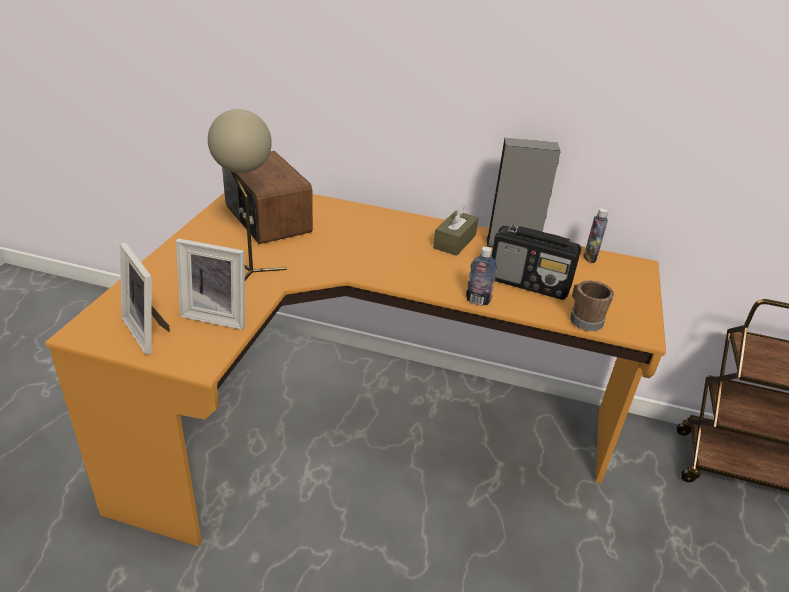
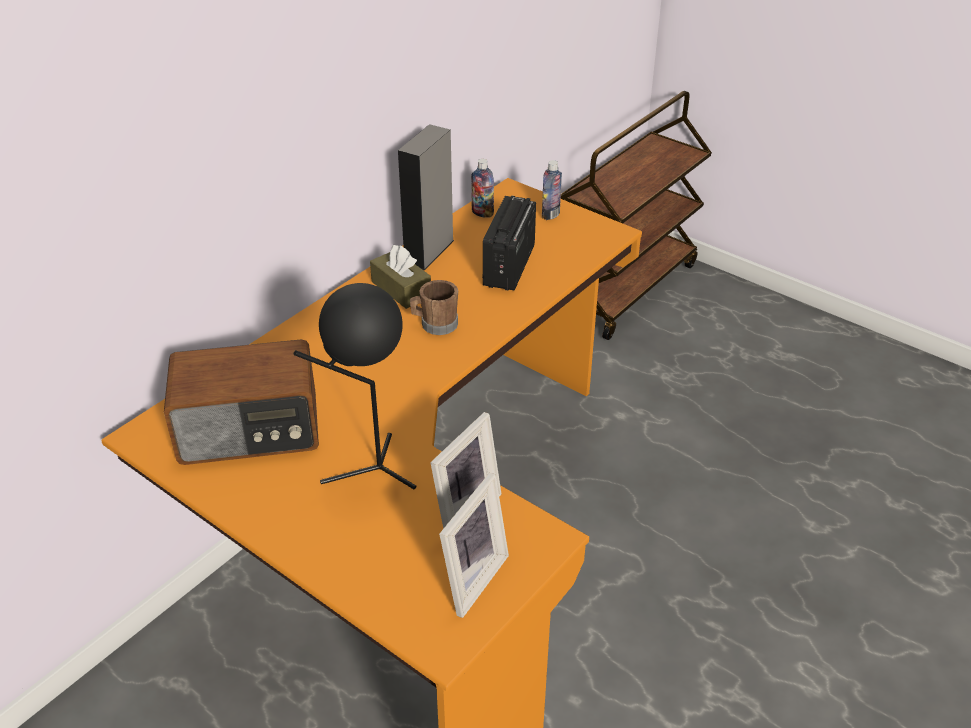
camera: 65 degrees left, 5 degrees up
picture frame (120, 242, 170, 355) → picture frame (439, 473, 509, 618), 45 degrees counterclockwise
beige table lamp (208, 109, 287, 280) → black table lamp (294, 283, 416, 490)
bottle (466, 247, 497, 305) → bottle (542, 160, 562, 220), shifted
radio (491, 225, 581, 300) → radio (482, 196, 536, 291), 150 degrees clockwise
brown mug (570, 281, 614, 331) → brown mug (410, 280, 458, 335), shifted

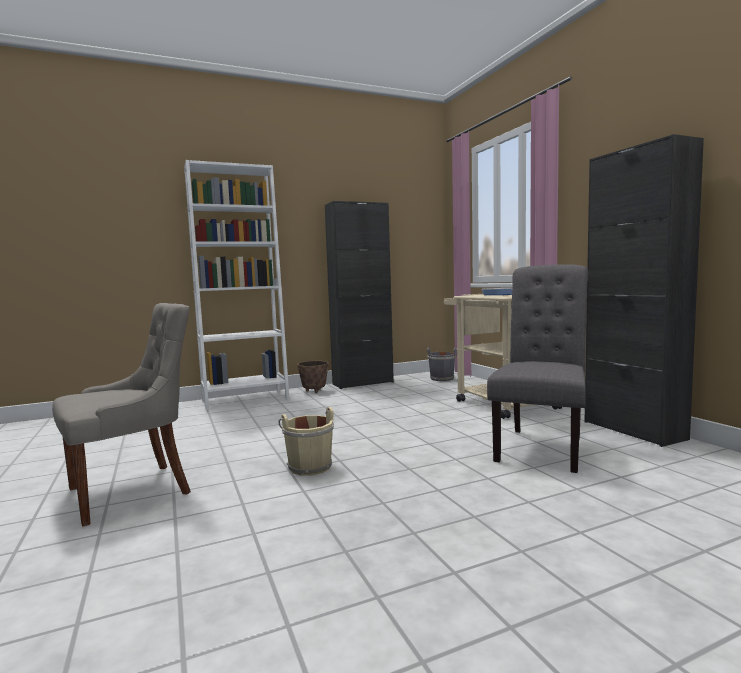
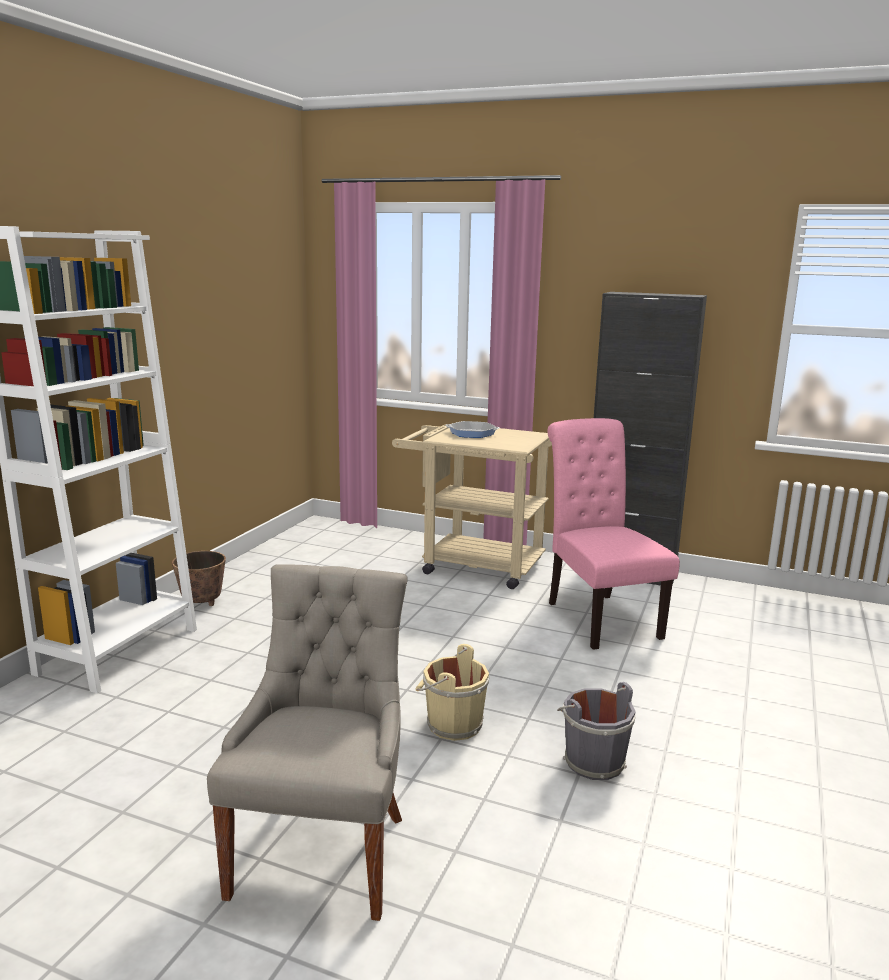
camera: 45 degrees left, 10 degrees up
black cabinet (325, 201, 394, 389) → -
grey bucket (427, 347, 457, 381) → grey bucket (557, 682, 636, 780), shifted
grey chair (487, 264, 588, 473) → pink chair (547, 418, 680, 650)

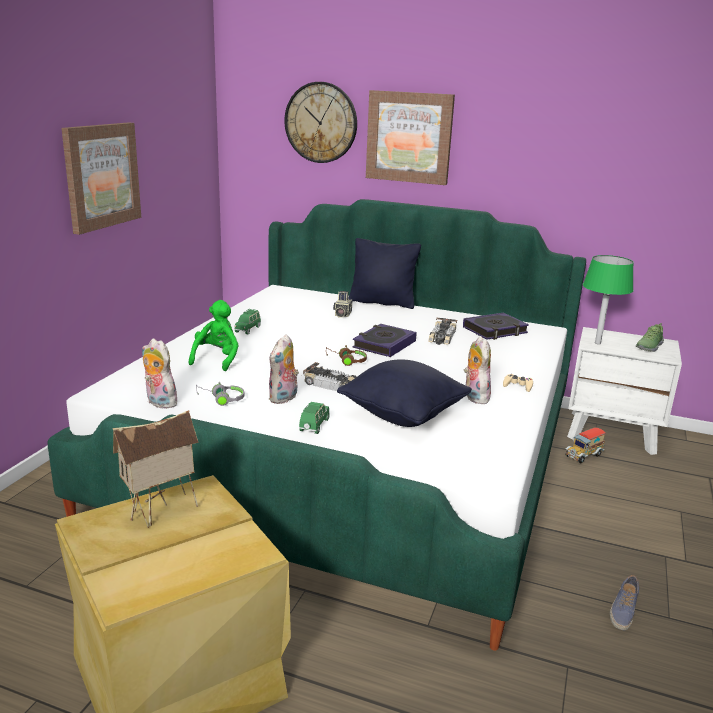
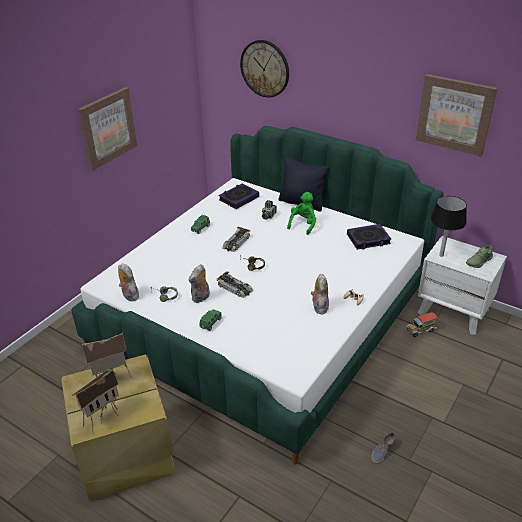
camera: 15 degrees right, 15 degrees up
green plush toy (189, 300, 239, 371) → green plush toy (287, 192, 316, 235), shifted
black pillow (337, 359, 472, 427) → -
book (353, 324, 416, 357) → book (219, 184, 259, 209), shifted
picture (366, 90, 455, 185) → picture (416, 74, 497, 156), shifted
toy car (428, 318, 457, 345) → toy car (222, 227, 250, 252), shifted
green table lamp (583, 255, 634, 344) → black table lamp (430, 196, 467, 257)
- → toy house (72, 369, 119, 431)

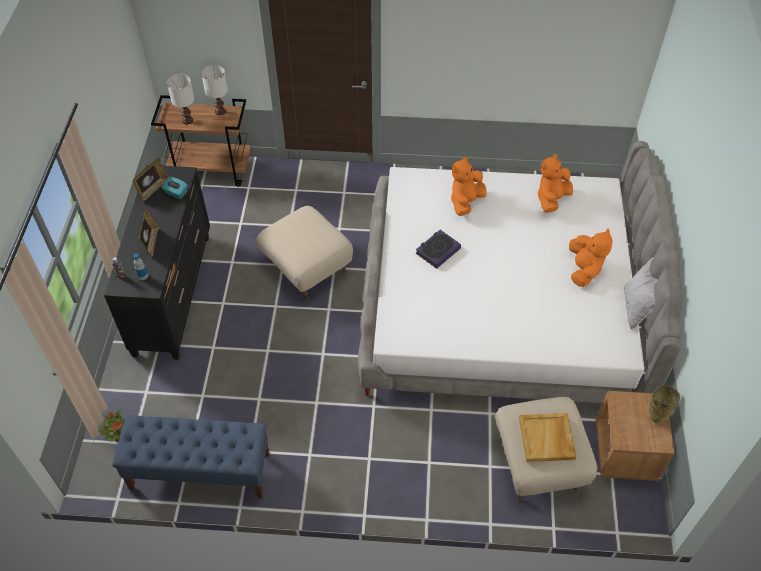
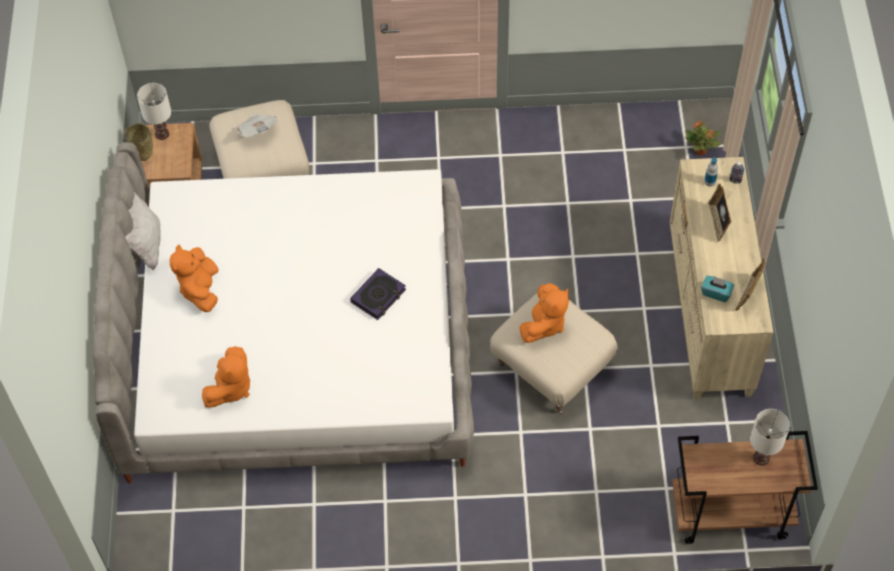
camera: 175 degrees right, 5 degrees up
black dresser (104, 165, 210, 360) → beige dresser (670, 157, 773, 399)
blue bench (112, 415, 270, 499) → -
white table lamp (201, 65, 228, 115) → white table lamp (137, 83, 171, 140), shifted
orange plush toy (451, 157, 487, 216) → orange plush toy (520, 283, 569, 343), shifted
beige tray (519, 413, 576, 462) → newspaper (236, 113, 277, 137)

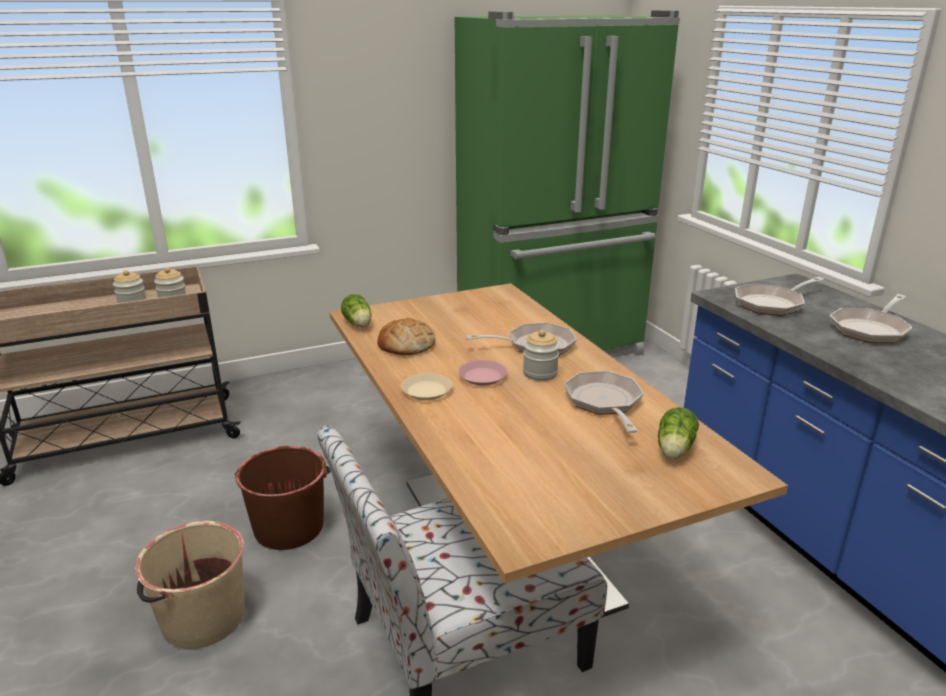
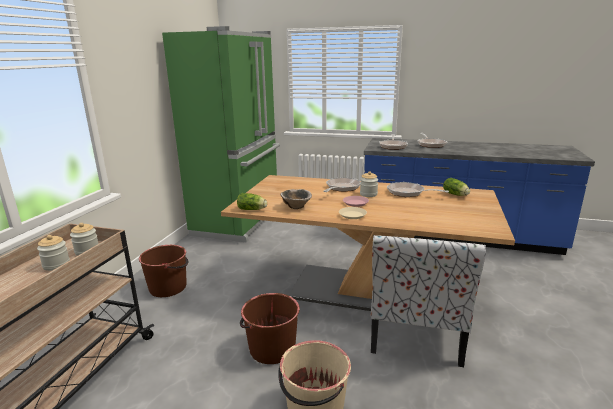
camera: 50 degrees left, 5 degrees down
bread (377, 318, 436, 355) → bowl (280, 189, 312, 209)
- → brown bucket (139, 245, 189, 297)

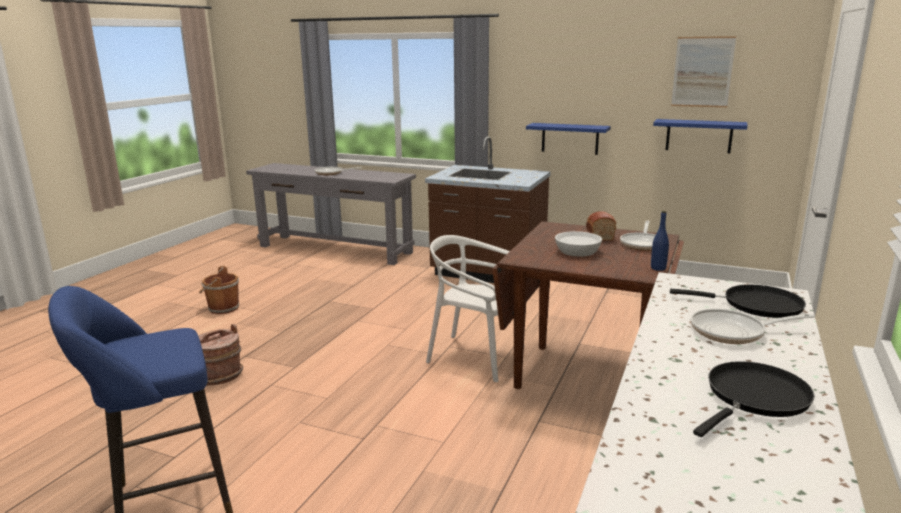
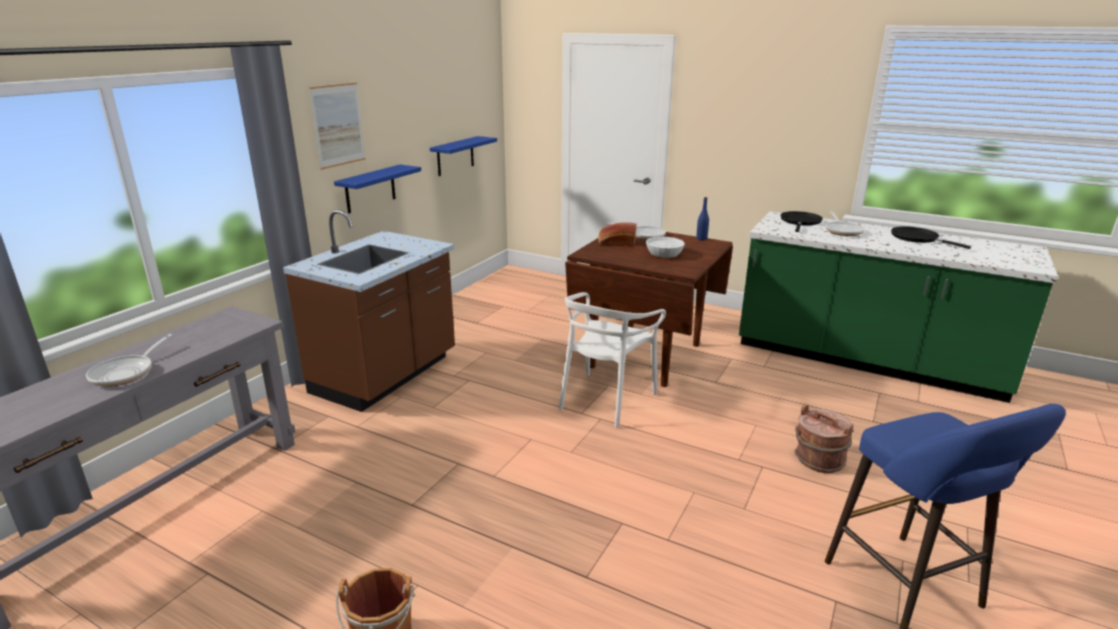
camera: 85 degrees left, 5 degrees up
brown bucket (198, 324, 243, 385) → brown bucket (794, 404, 854, 473), shifted
picture (671, 36, 736, 107) → picture (309, 82, 366, 170), shifted

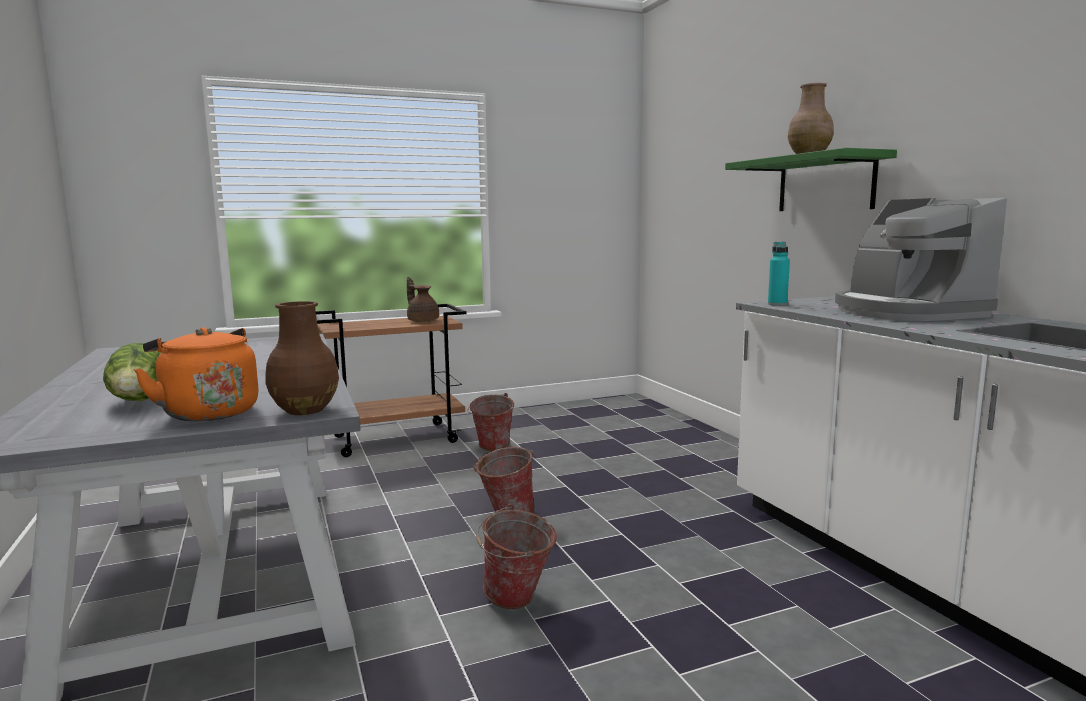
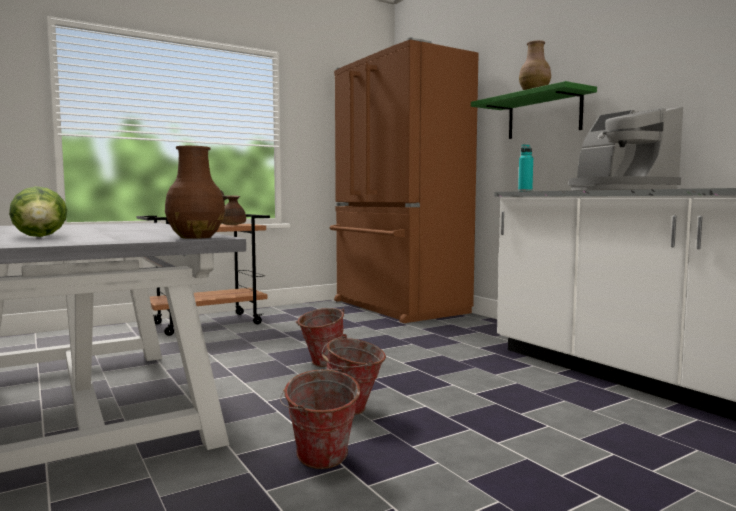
camera: 10 degrees left, 5 degrees down
orange kettle (134, 327, 259, 421) → -
bucket (467, 393, 514, 451) → bucket (280, 366, 360, 469), shifted
- → brown fridge (330, 37, 479, 323)

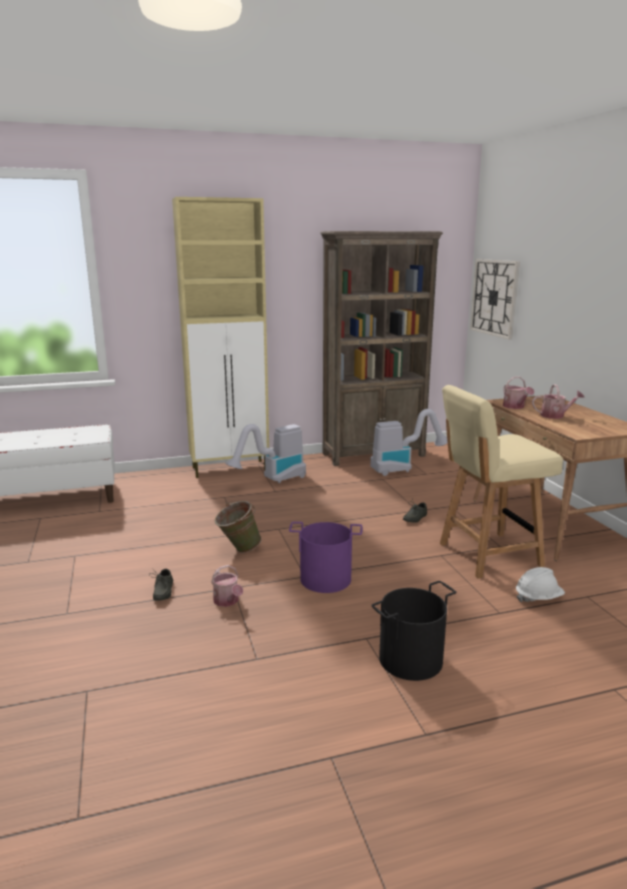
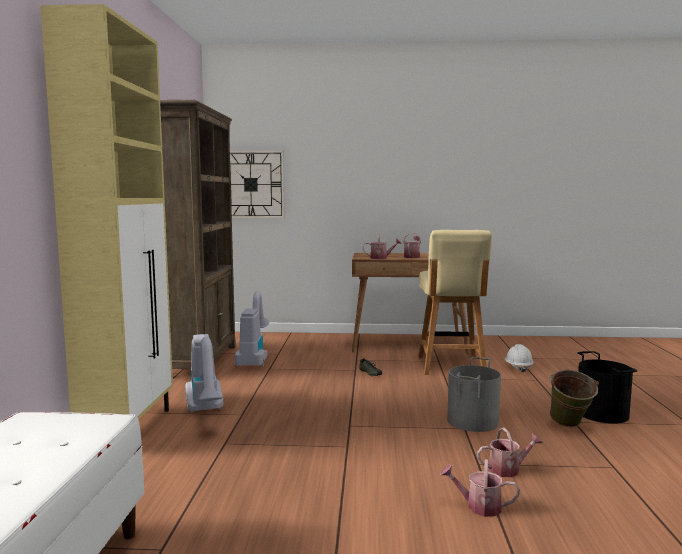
camera: 70 degrees left, 10 degrees down
grey shoe (149, 568, 173, 601) → watering can (440, 459, 520, 517)
green bucket (215, 501, 262, 553) → green bucket (549, 370, 599, 427), shifted
purple bucket (289, 522, 363, 593) → grey bucket (447, 357, 501, 432)

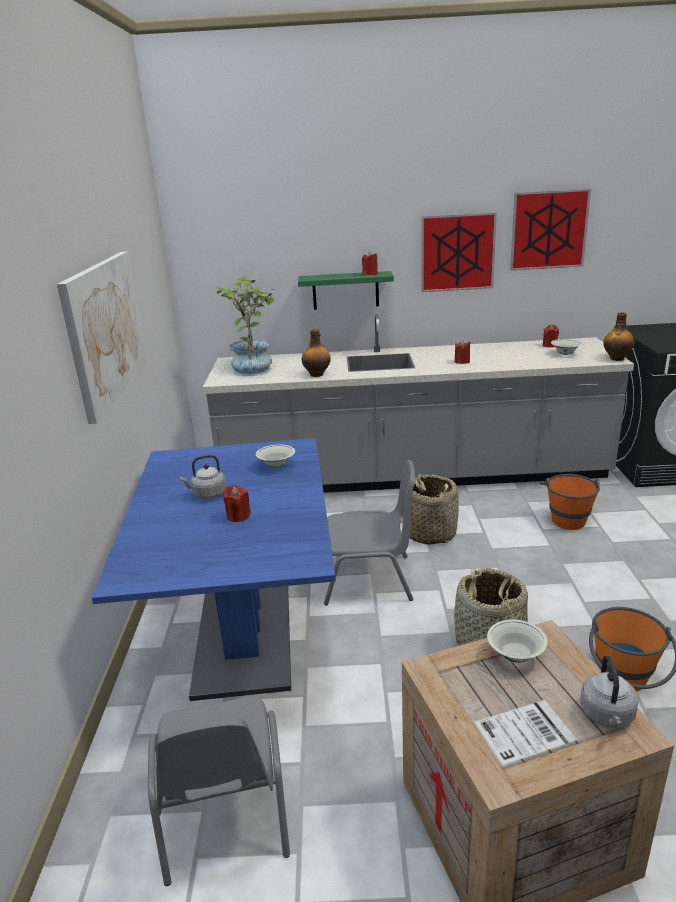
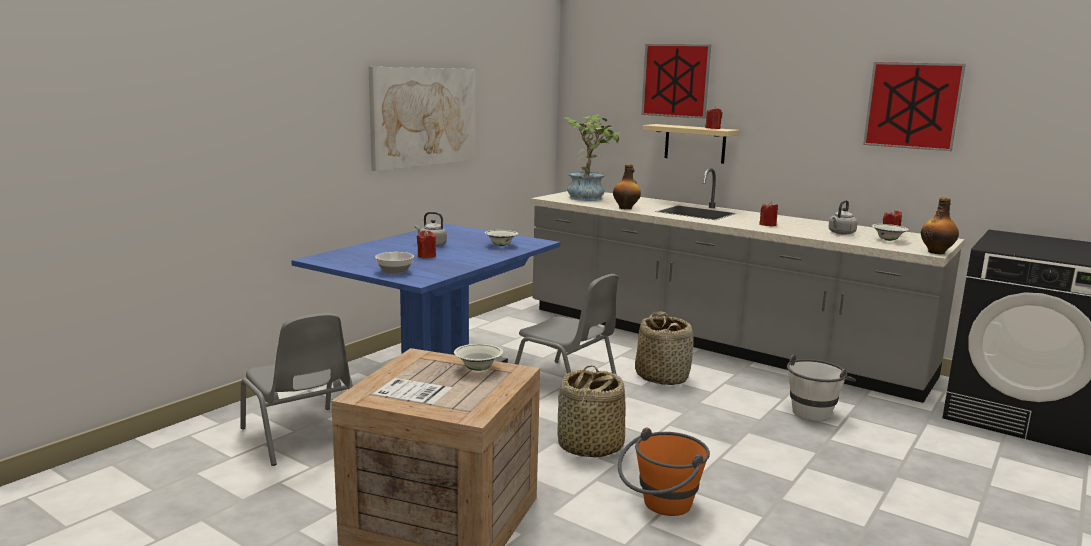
camera: 35 degrees right, 10 degrees down
grey chair (148, 696, 290, 886) → grey chair (240, 313, 353, 466), 60 degrees counterclockwise
green shelf (298, 271, 394, 310) → beige shelf (643, 124, 739, 164)
picture (421, 212, 497, 292) → picture (641, 44, 711, 119), shifted
orange bucket (540, 474, 600, 530) → white bucket (787, 355, 856, 421)
grey kettle (580, 655, 639, 728) → grey kettle (828, 200, 858, 235), shifted
- → bowl (375, 252, 414, 274)

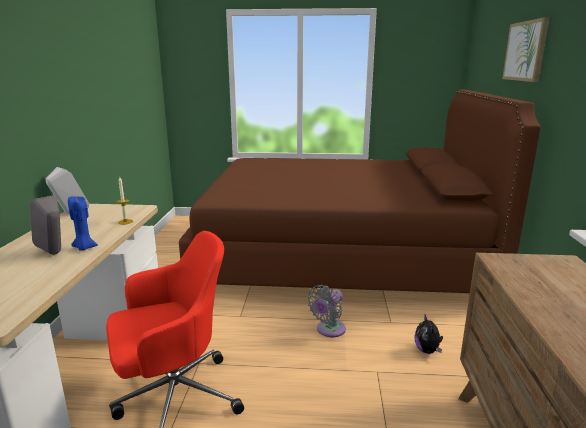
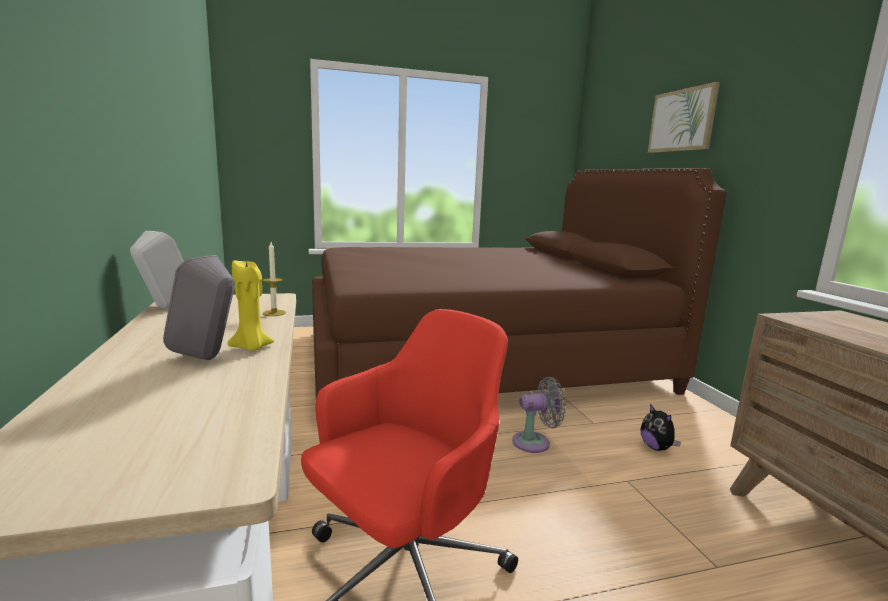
camera: 20 degrees left, 5 degrees down
blue candle (68, 196, 98, 251) → yellow candle (228, 258, 274, 351)
grey fan (307, 285, 346, 337) → grey fan (512, 377, 566, 453), 120 degrees counterclockwise

